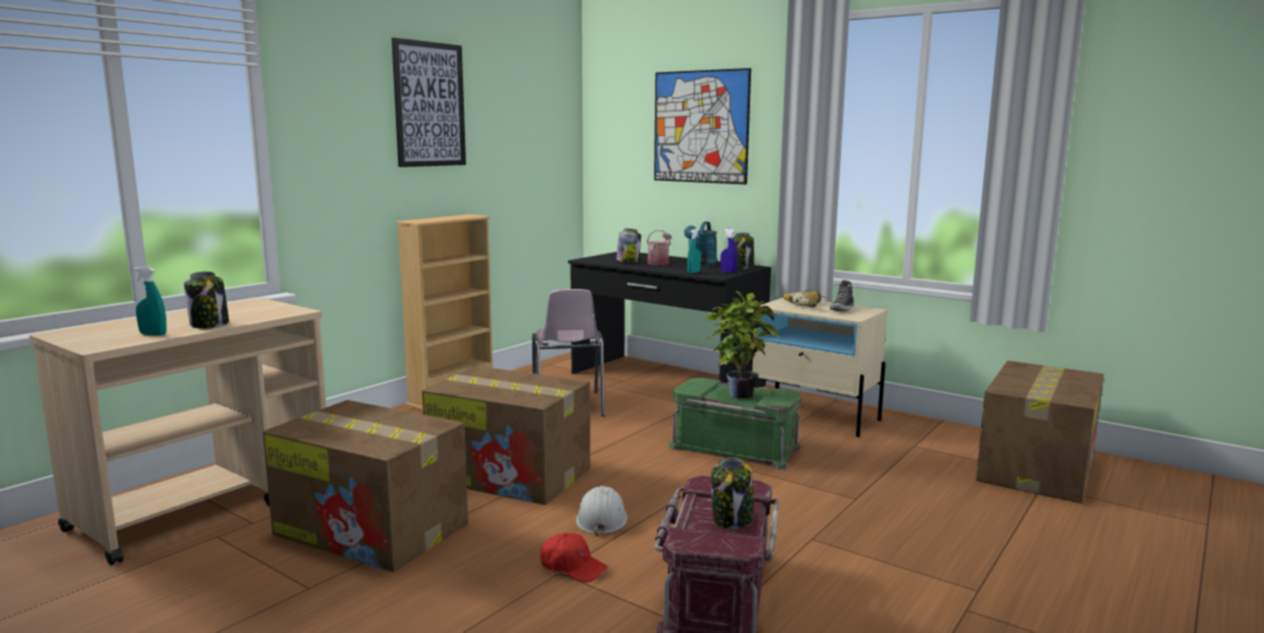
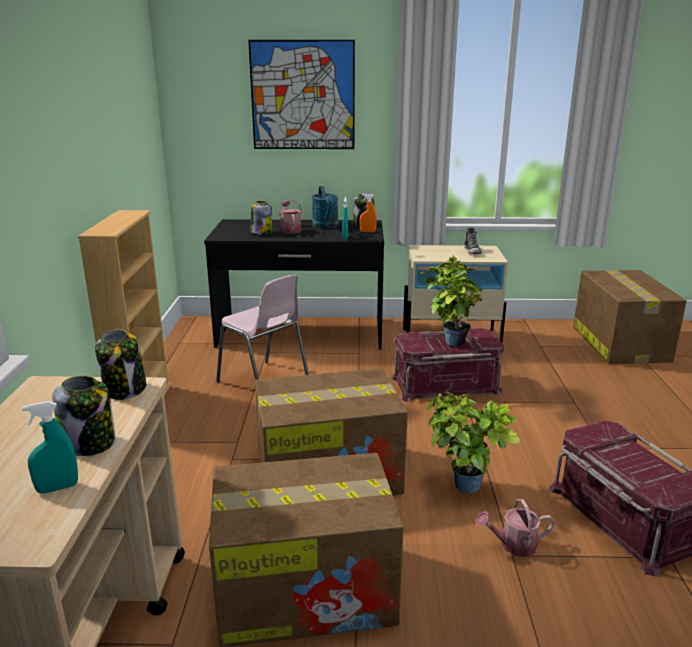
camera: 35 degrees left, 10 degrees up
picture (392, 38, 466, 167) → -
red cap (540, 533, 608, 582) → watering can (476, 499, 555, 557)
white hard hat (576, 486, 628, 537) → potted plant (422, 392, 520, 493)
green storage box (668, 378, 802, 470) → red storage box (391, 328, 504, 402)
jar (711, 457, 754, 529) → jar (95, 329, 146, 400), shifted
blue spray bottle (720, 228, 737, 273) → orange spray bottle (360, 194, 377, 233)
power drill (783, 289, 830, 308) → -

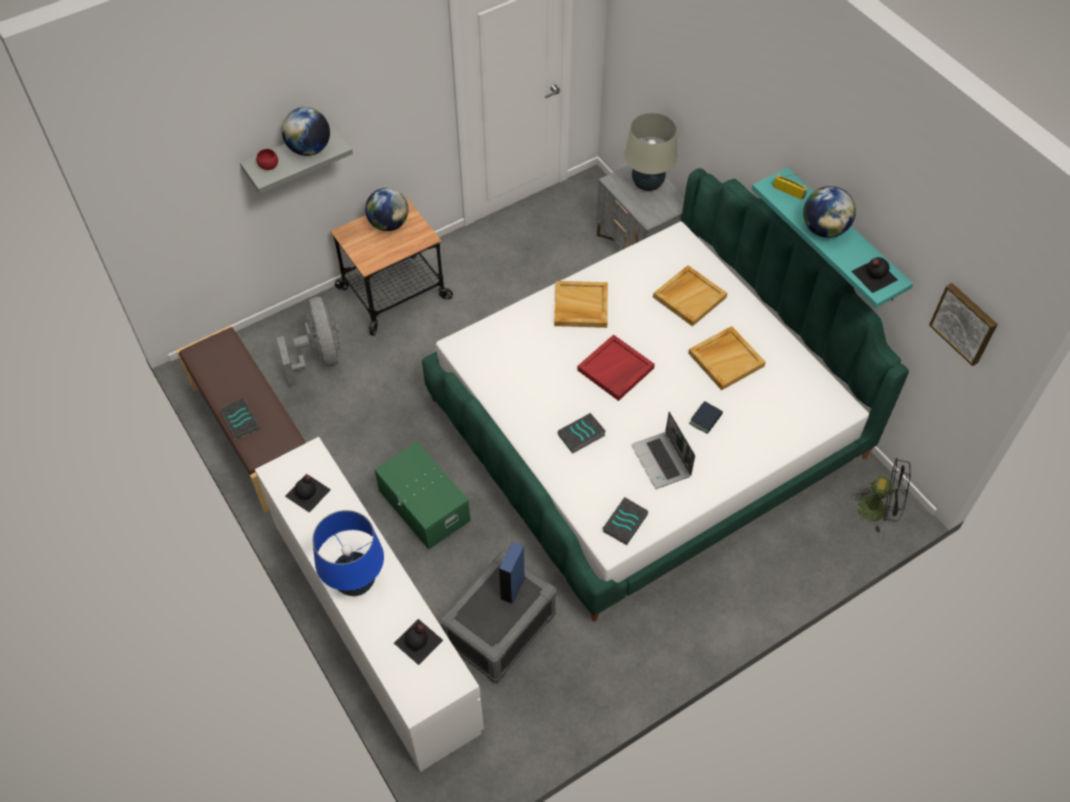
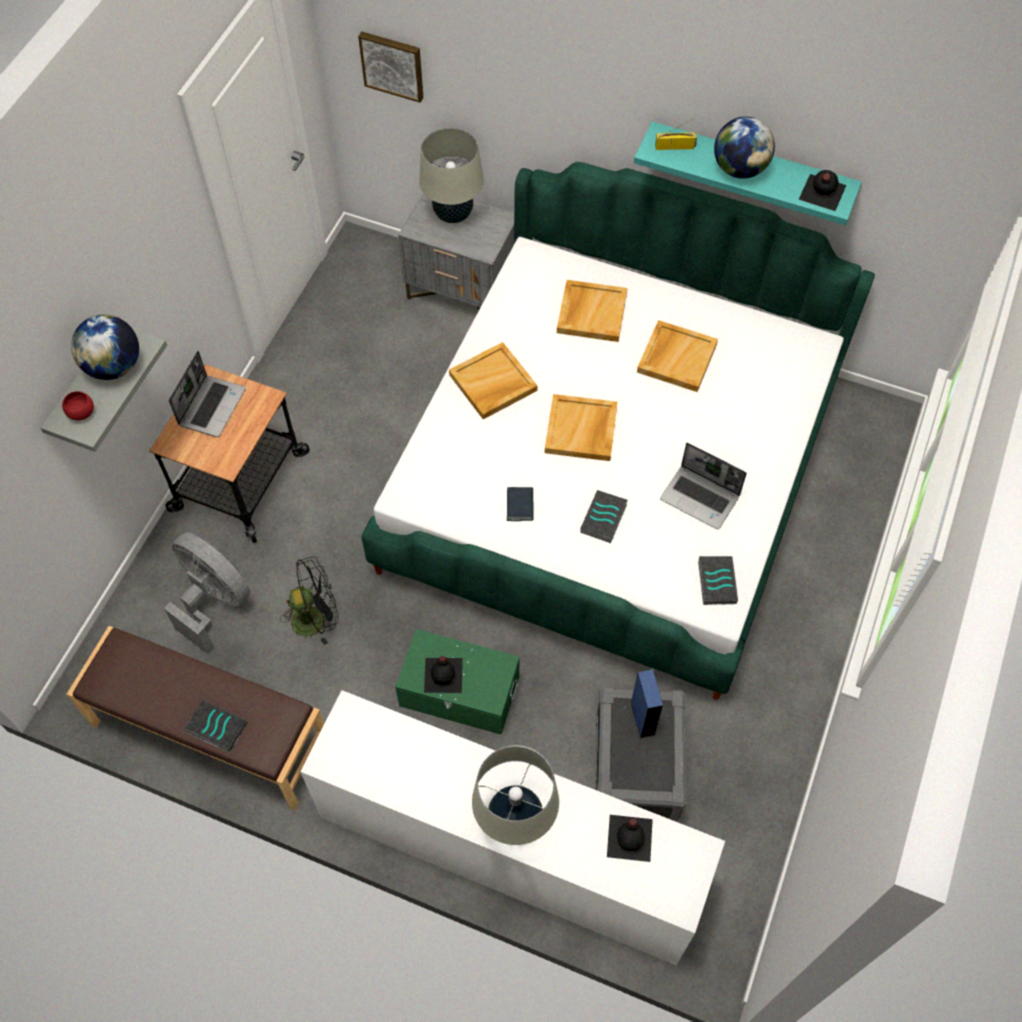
camera: 35 degrees left, 5 degrees up
black bottle (285, 474, 331, 513) → black bottle (424, 656, 463, 693), shifted
blue table lamp (312, 510, 384, 596) → beige table lamp (472, 745, 559, 845)
globe (365, 188, 408, 231) → laptop (169, 351, 246, 437)
red tray (577, 334, 655, 401) → beige tray (545, 394, 618, 461)
book (689, 401, 723, 434) → book (507, 487, 534, 521), shifted
black fan (851, 458, 911, 532) → black fan (280, 556, 338, 645), shifted
picture (929, 283, 998, 366) → picture (358, 32, 423, 103), shifted

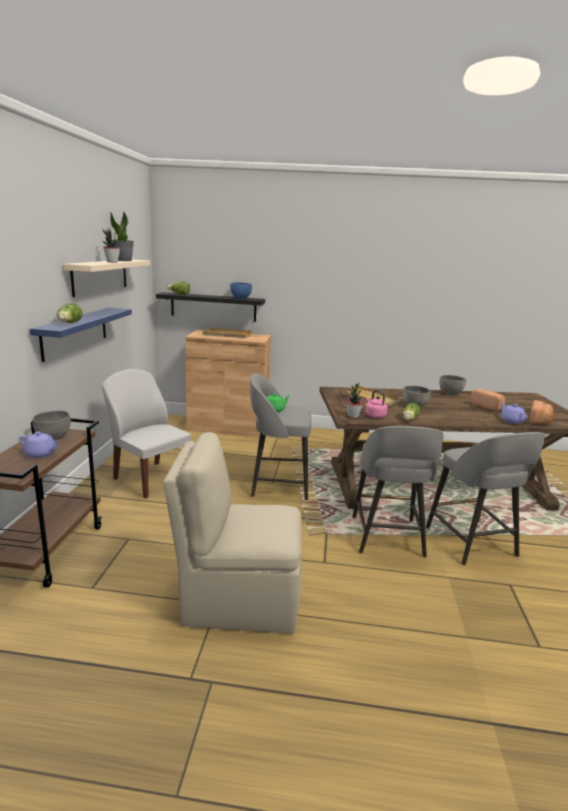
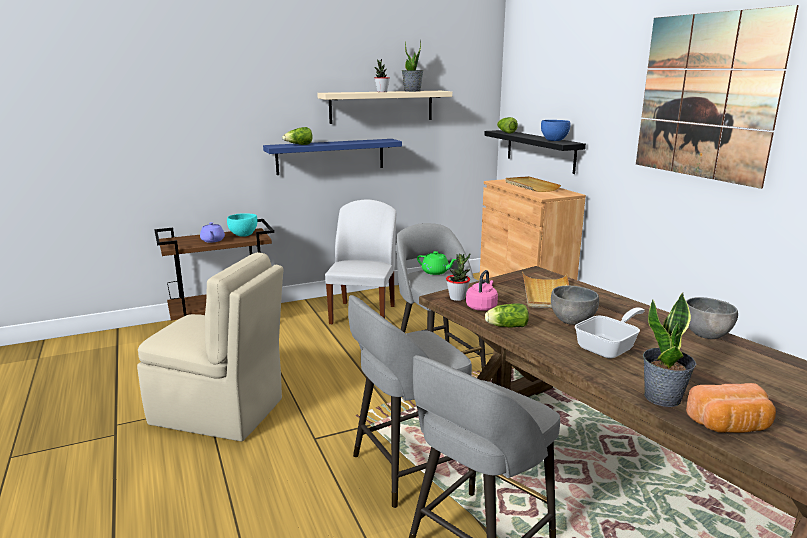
camera: 60 degrees right, 0 degrees up
grey bowl (32, 410, 71, 440) → turquoise bowl (227, 213, 257, 237)
beige chair (163, 432, 302, 634) → beige chair (137, 252, 284, 442), 135 degrees clockwise
bread (470, 389, 505, 411) → -
purple teapot (501, 402, 528, 424) → potted plant (643, 293, 696, 407)
- → frying pan (575, 307, 645, 359)
- → picture (636, 5, 799, 189)

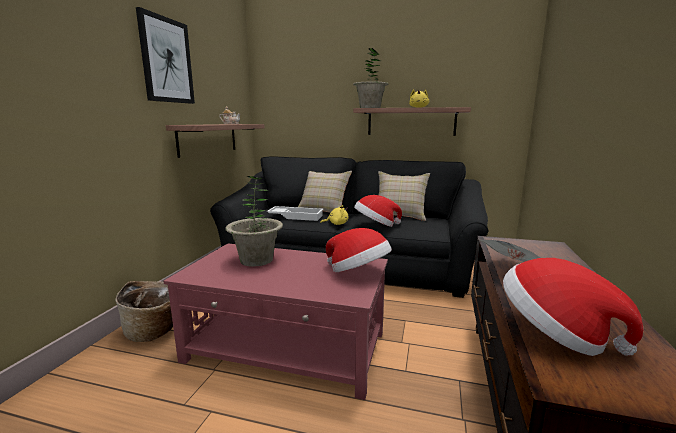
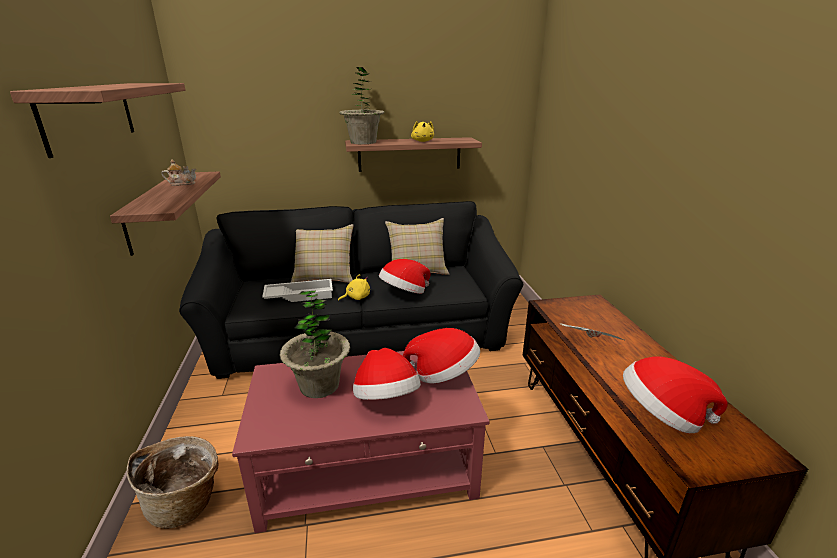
camera: 25 degrees left, 10 degrees up
picture (136, 7, 195, 104) → shelf (10, 83, 186, 158)
- → hat (353, 348, 421, 400)

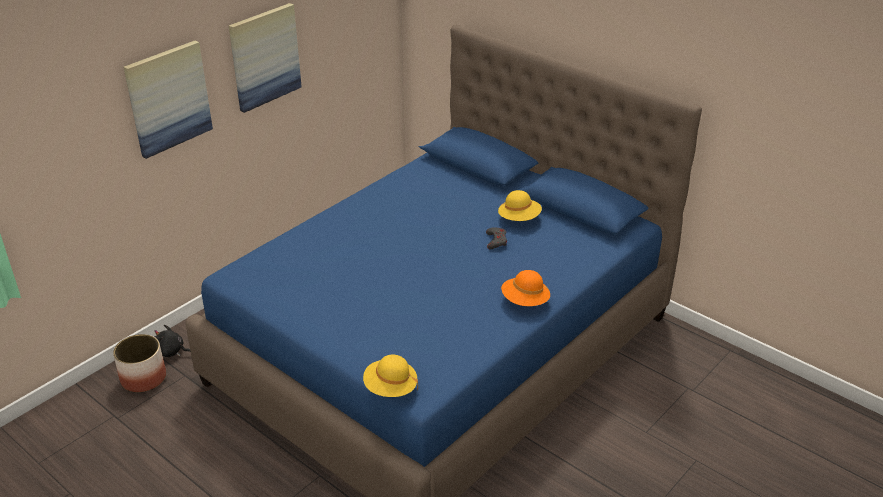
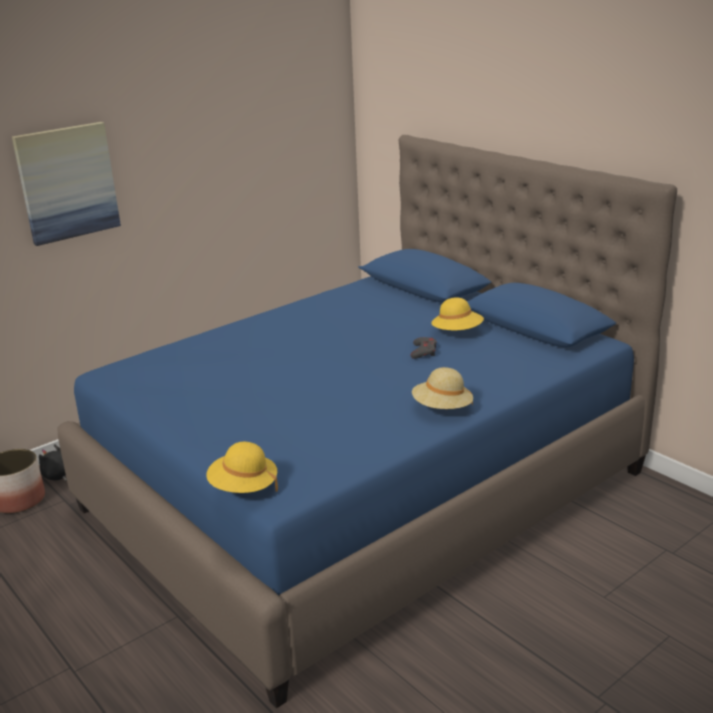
camera: 10 degrees right, 10 degrees down
picture (229, 3, 302, 113) → -
orange hat (501, 270, 550, 306) → beige hat (412, 367, 473, 409)

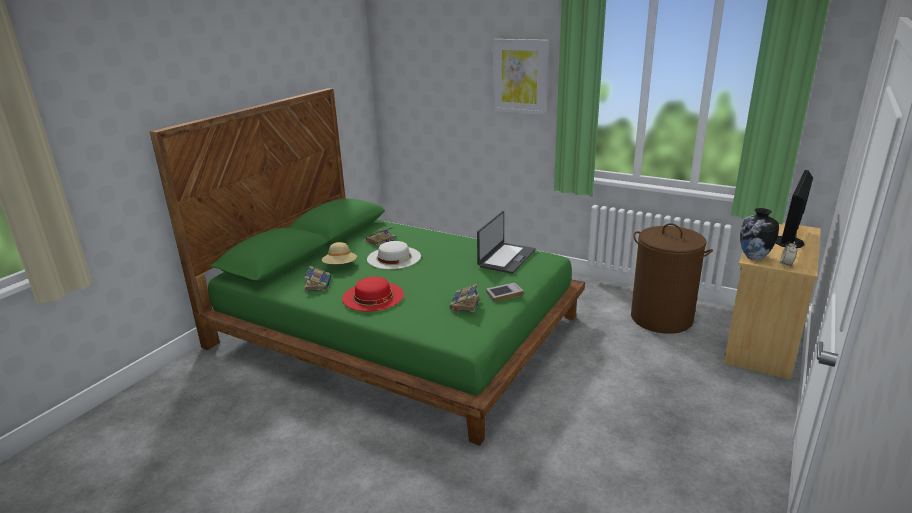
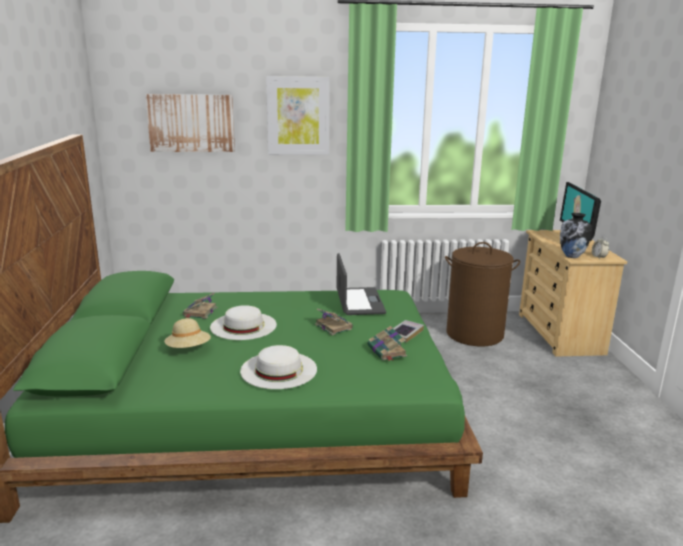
camera: 35 degrees left, 5 degrees down
book (304, 265, 331, 291) → book (315, 308, 353, 335), shifted
red hat (342, 277, 404, 311) → white hat (240, 345, 317, 389)
- → picture (145, 94, 235, 152)

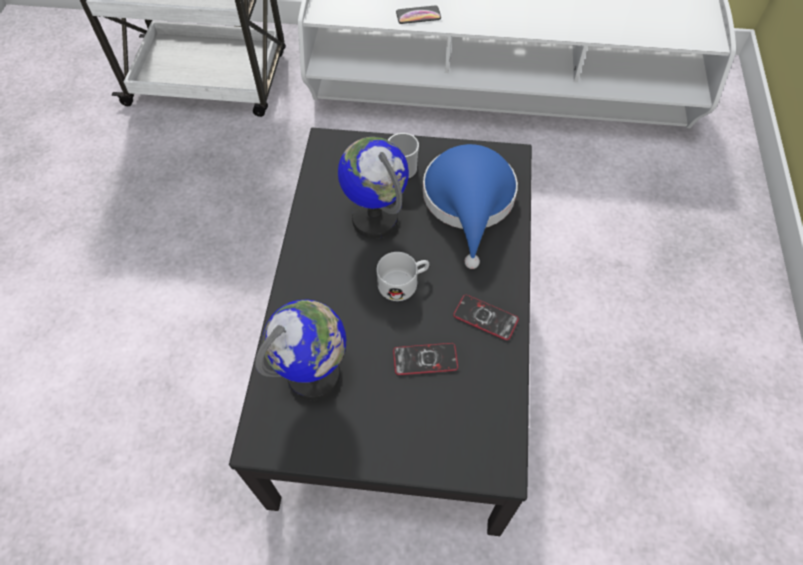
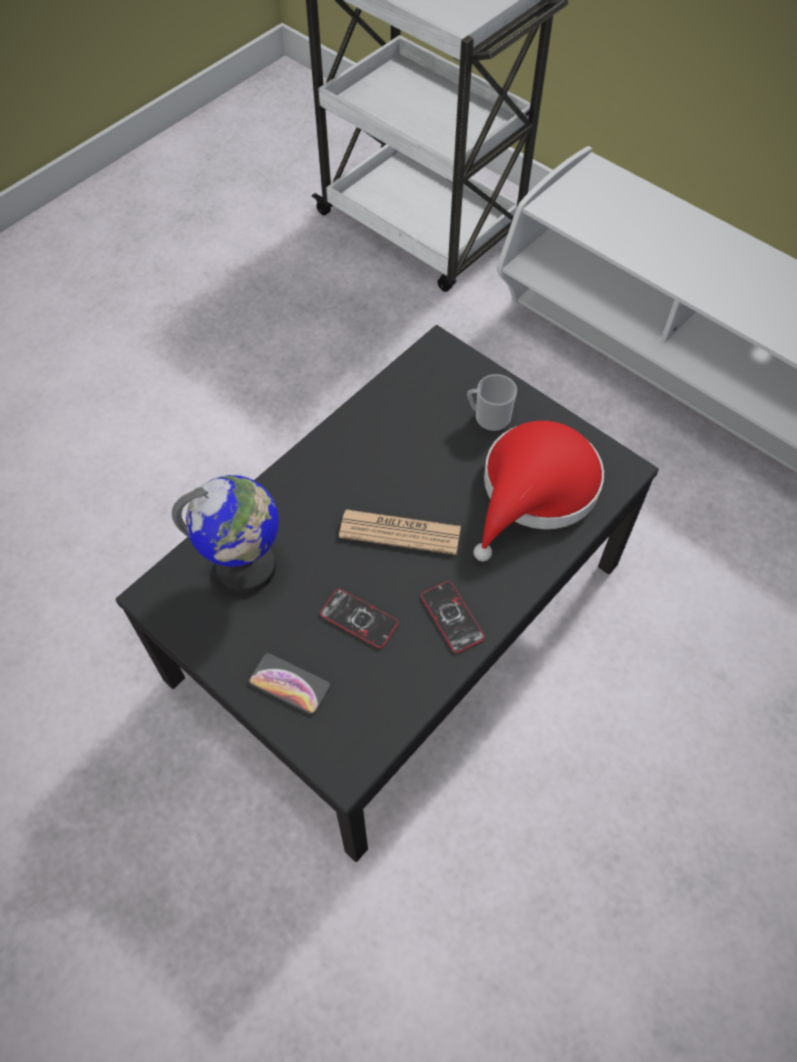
camera: 35 degrees right, 0 degrees up
globe (338, 137, 409, 239) → -
white mug (377, 252, 429, 301) → newspaper (339, 509, 461, 555)
phone (396, 5, 441, 24) → phone (248, 653, 331, 715), shifted
blue hat (423, 144, 518, 269) → red hat (474, 421, 604, 561)

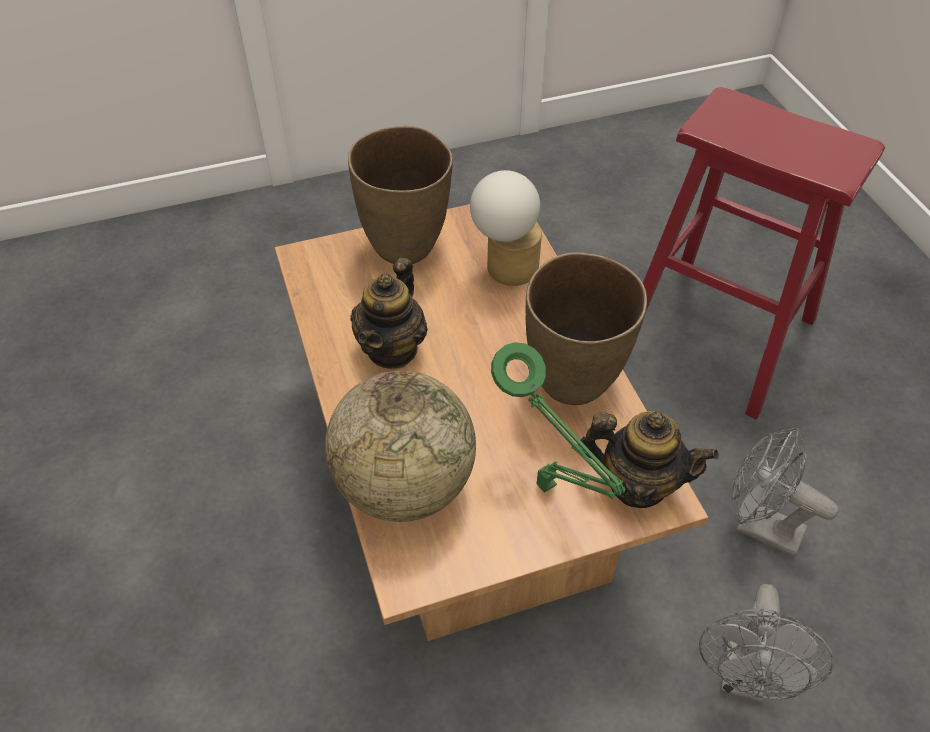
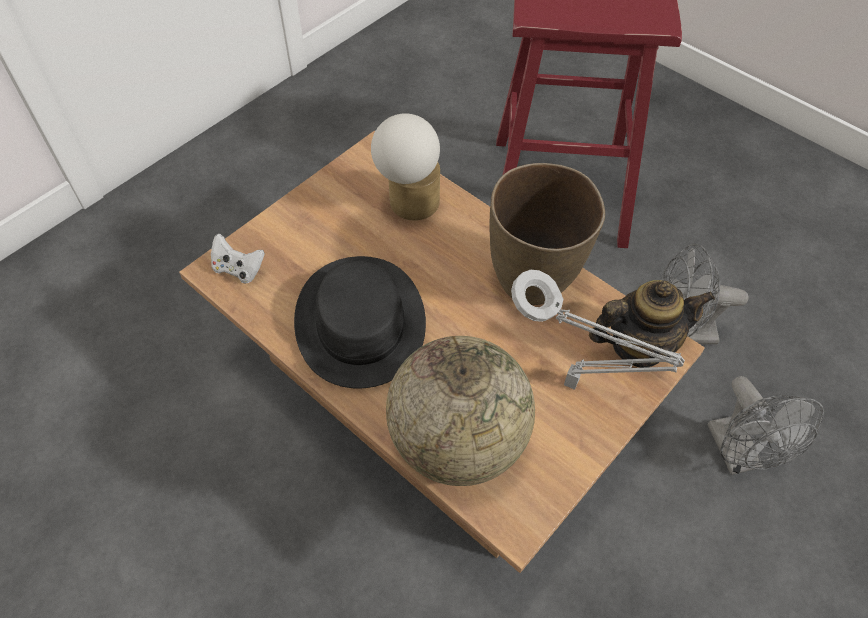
camera: 30 degrees left, 5 degrees up
brown vase (348, 126, 453, 264) → -
teapot (350, 257, 428, 369) → black hat (294, 256, 426, 388)
green table lamp (491, 342, 626, 499) → grey table lamp (511, 270, 685, 390)
- → white game controller (211, 234, 265, 283)

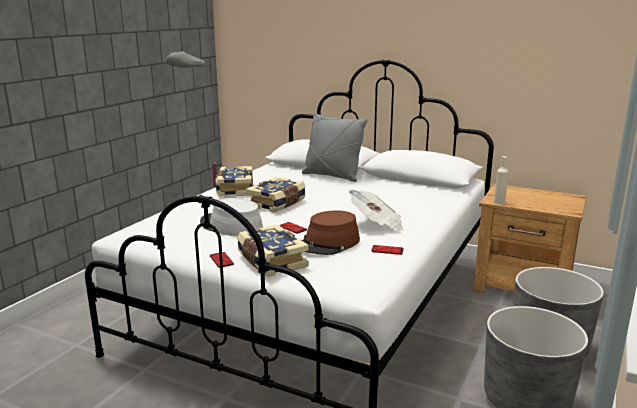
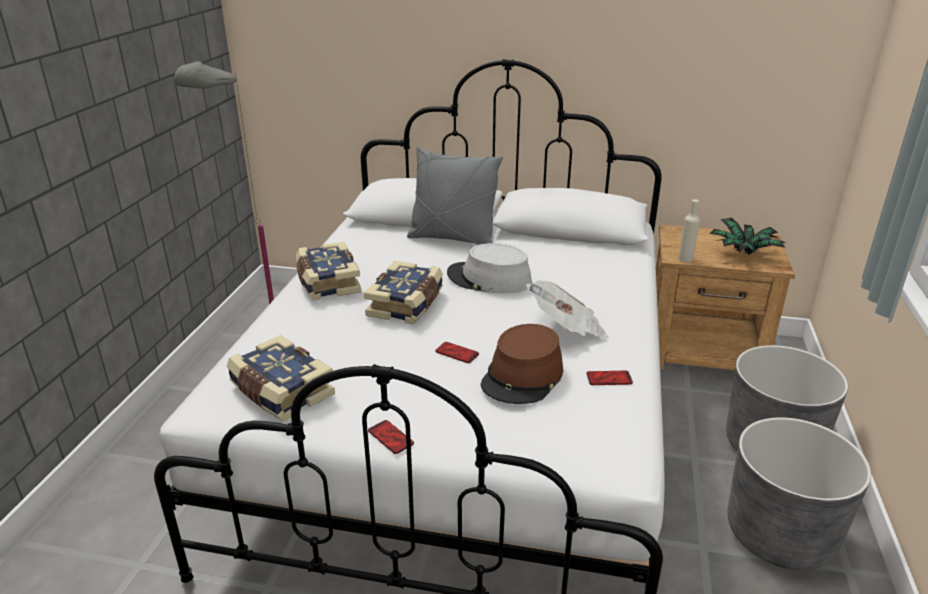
camera: 15 degrees left, 10 degrees up
grey hat (200, 198, 263, 236) → grey hat (447, 243, 532, 294), shifted
book (237, 224, 309, 277) → book (227, 335, 335, 422), shifted
- → potted plant (710, 218, 785, 255)

